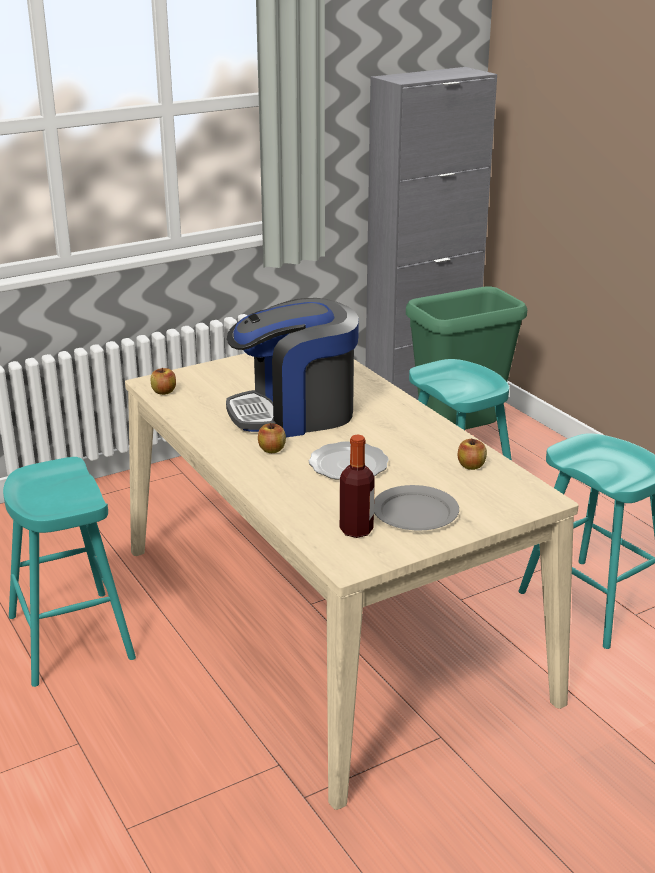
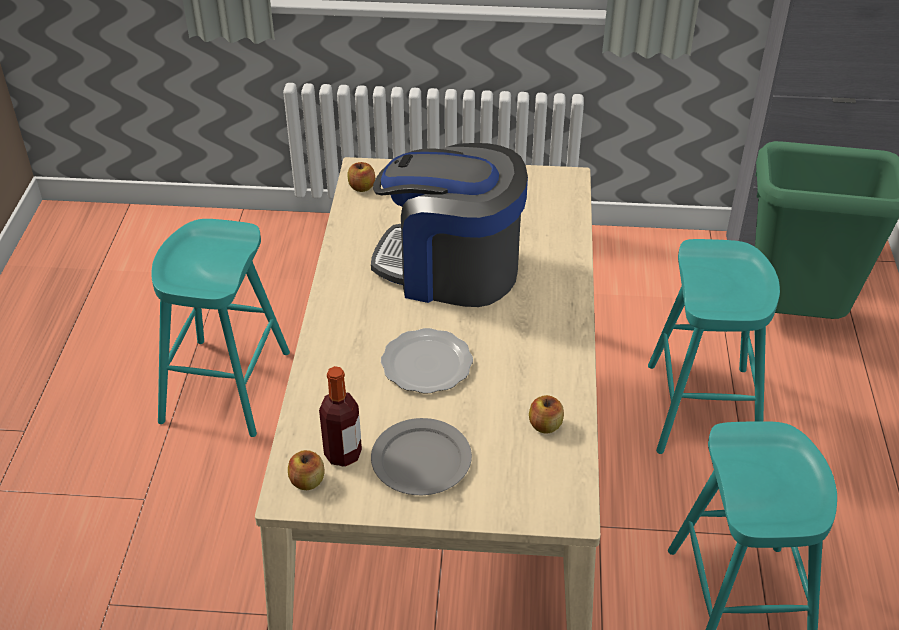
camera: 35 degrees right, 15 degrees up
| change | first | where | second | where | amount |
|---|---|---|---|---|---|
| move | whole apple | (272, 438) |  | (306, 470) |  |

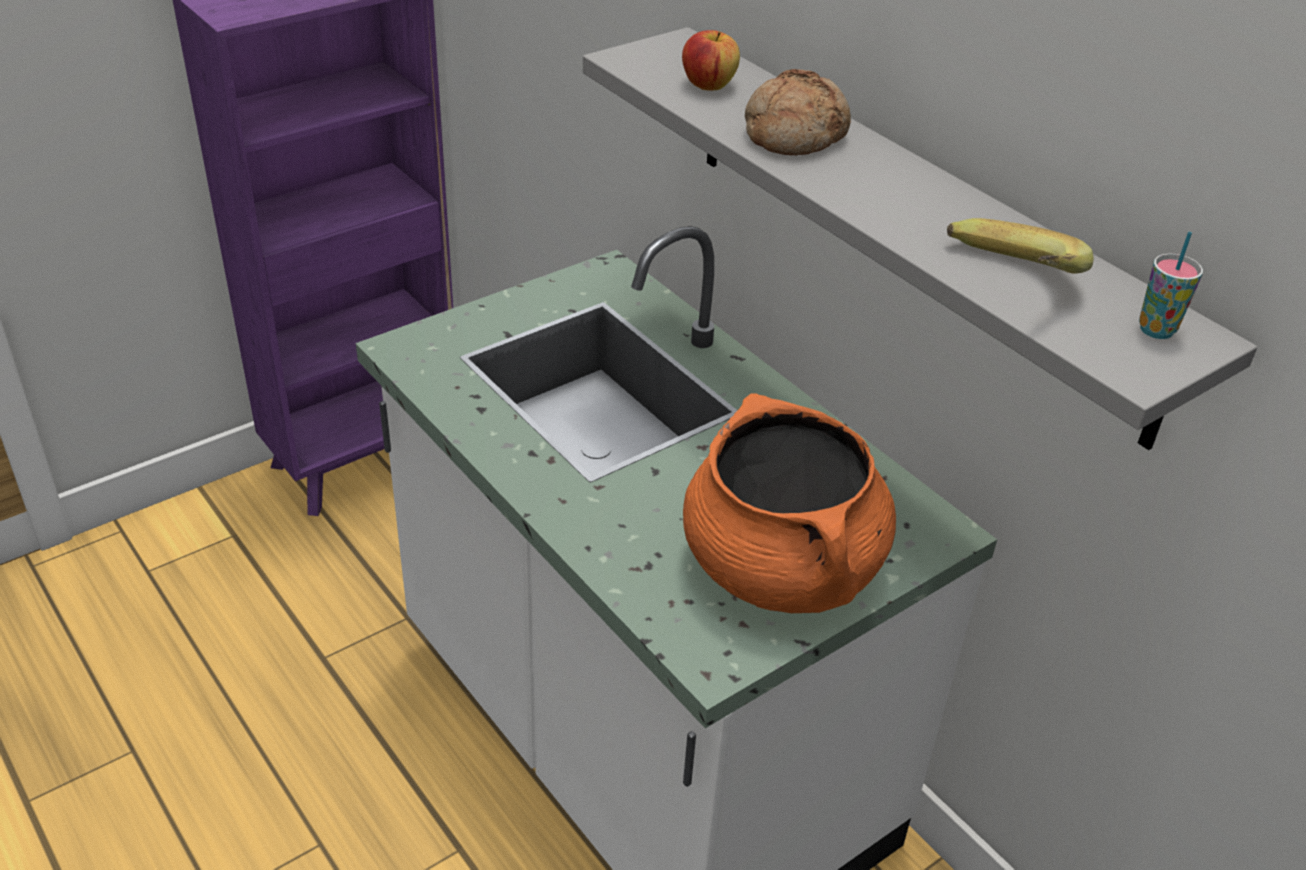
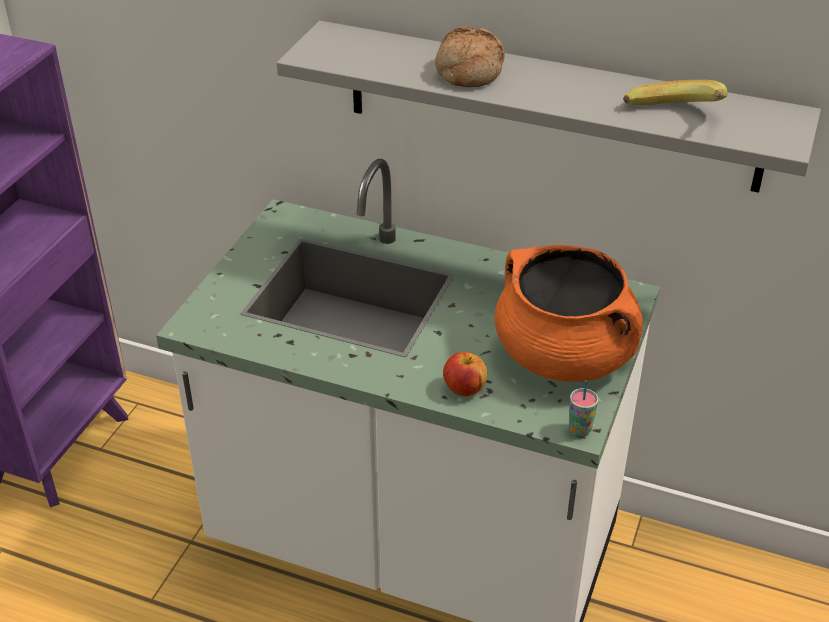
camera: 30 degrees left, 0 degrees up
| change | first | where | second | where | amount |
|---|---|---|---|---|---|
| move | whole apple | (711, 60) |  | (465, 374) |  |
| move | drinking cup | (1171, 285) |  | (583, 408) |  |

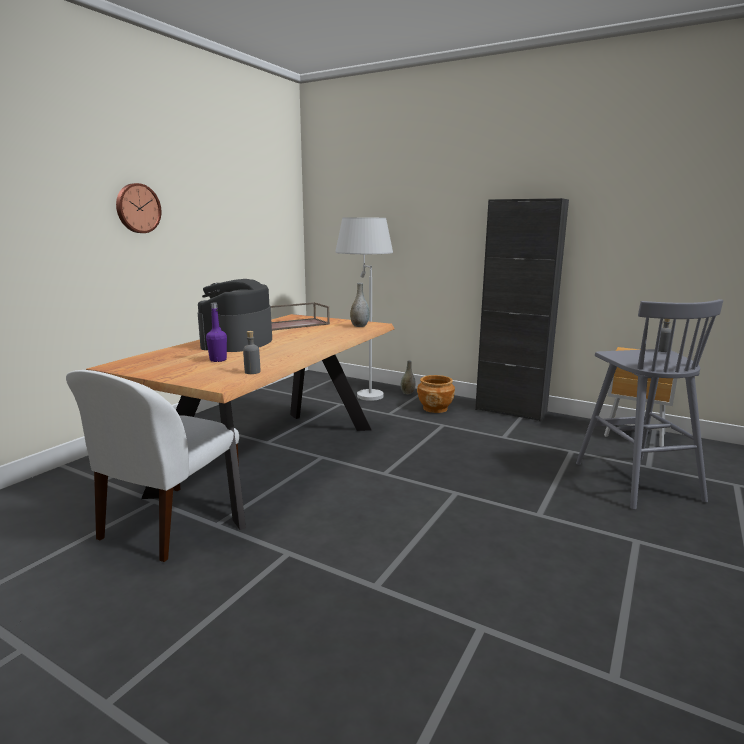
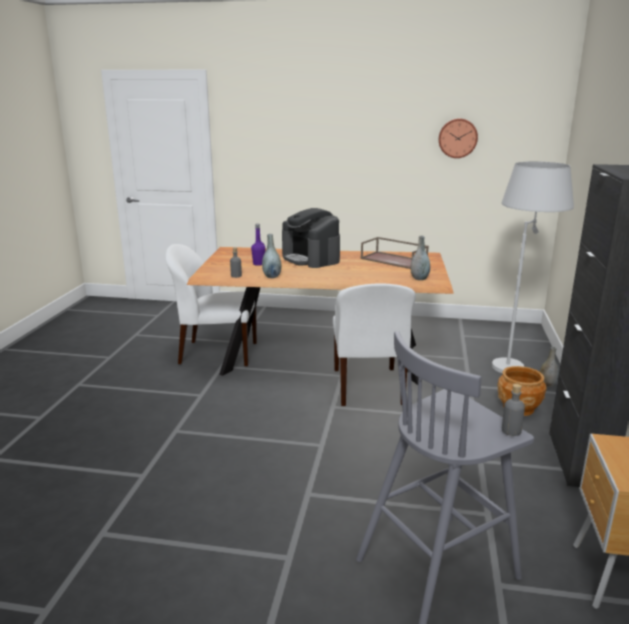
camera: 70 degrees right, 5 degrees up
| change | first | where | second | where | amount |
|---|---|---|---|---|---|
| move | clock on the wall | (138, 208) |  | (458, 138) |  |
| rotate | coffee maker | (235, 315) |  | (311, 238) | 120 degrees counterclockwise |
| insert |  |  | gray decorative vase | (271, 256) |  |
| insert |  |  | white-coloured chair | (374, 344) |  |

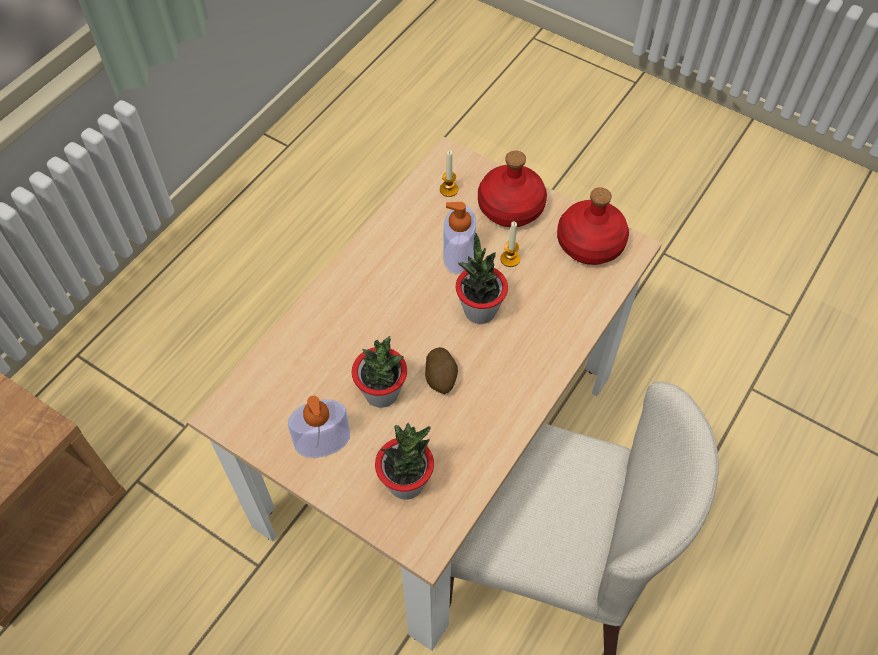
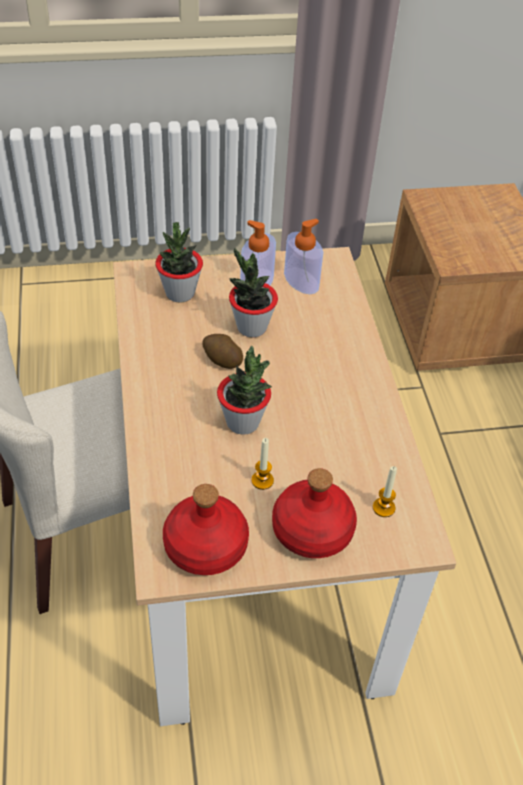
camera: 135 degrees right, 10 degrees down
| change | first | where | second | where | amount |
|---|---|---|---|---|---|
| move | liquid soap bottle | (459, 238) |  | (303, 256) |  |

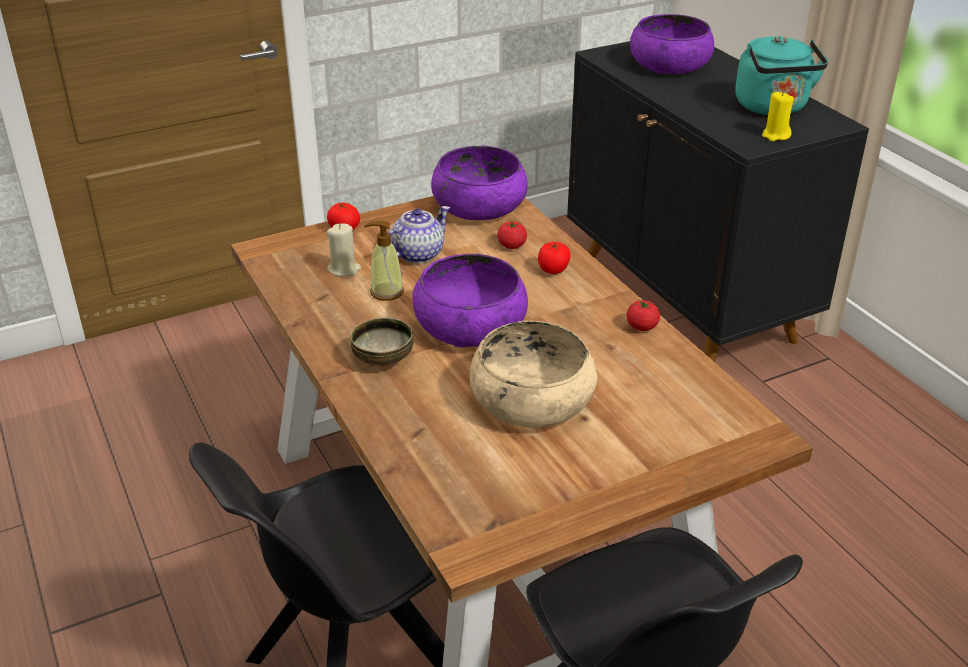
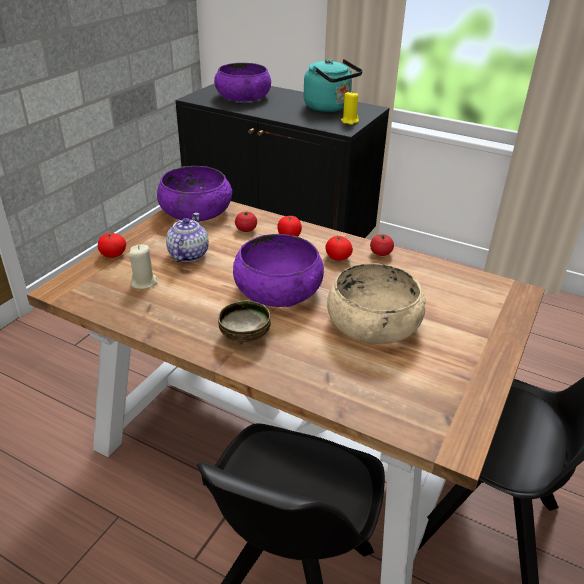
camera: 35 degrees left, 0 degrees up
| change | first | where | second | where | amount |
|---|---|---|---|---|---|
| delete | liquid soap bottle | (384, 261) |  |  |  |
| insert |  |  | fresh tomato | (339, 248) |  |

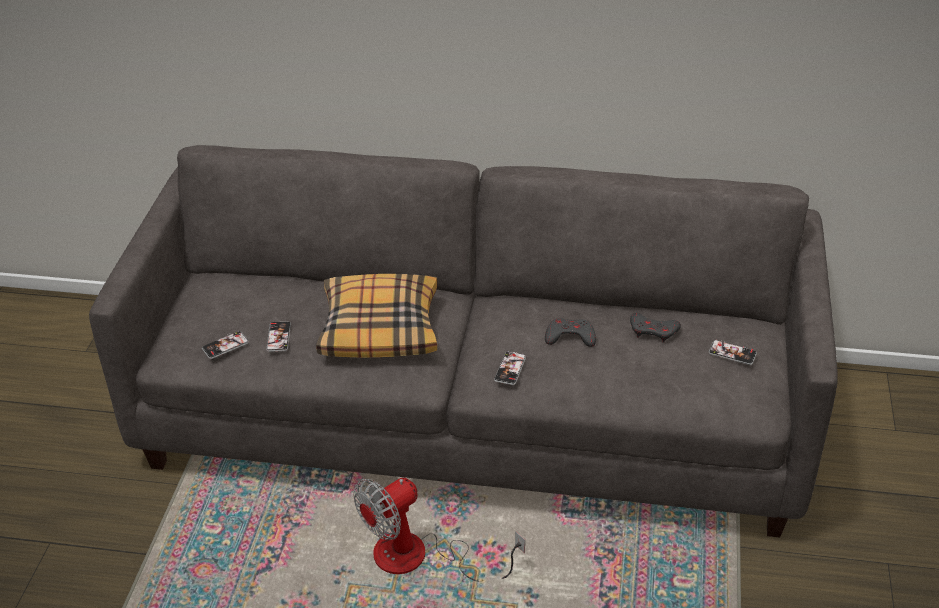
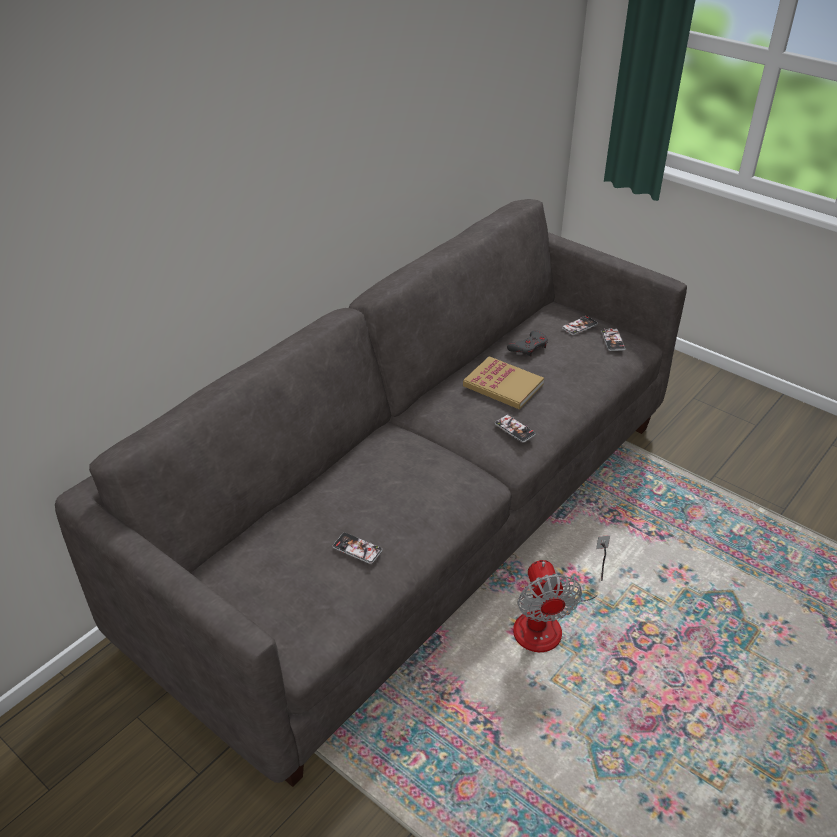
camera: 60 degrees left, 0 degrees up
| change | first | where | second | where | amount |
|---|---|---|---|---|---|
| delete | throw pillow | (377, 316) |  |  |  |
| replace | gray game controller | (570, 332) | book | (503, 382) |  |
| move | handset | (225, 345) |  | (613, 339) |  |

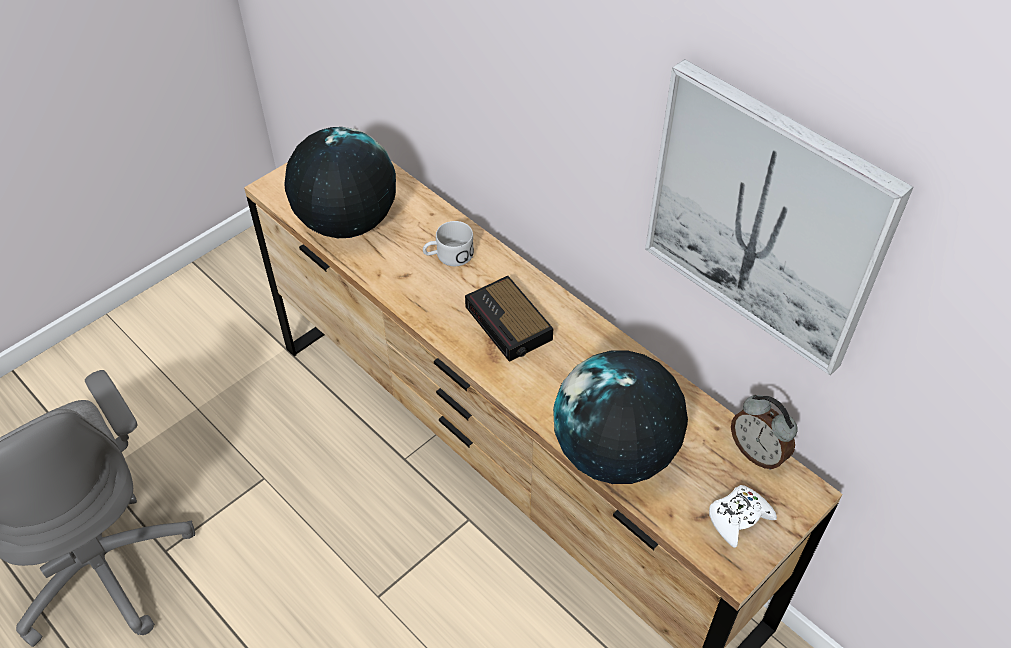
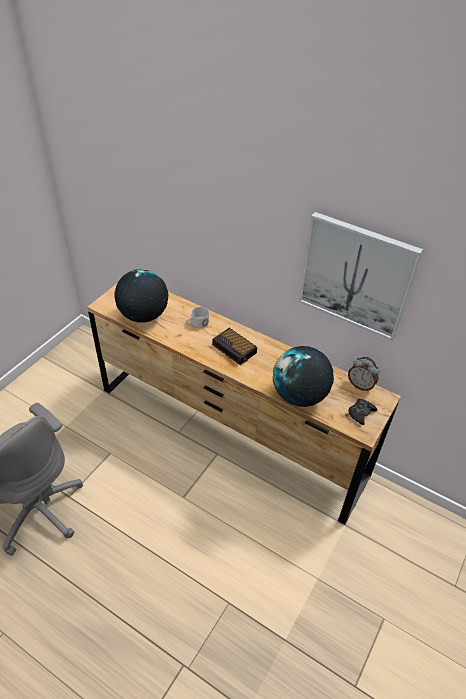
camera: 15 degrees left, 5 degrees down
| change | first | where | second | where | amount |
|---|---|---|---|---|---|
| recolor | white-coloured game controller | (743, 516) | black game controller | (362, 412) |  |

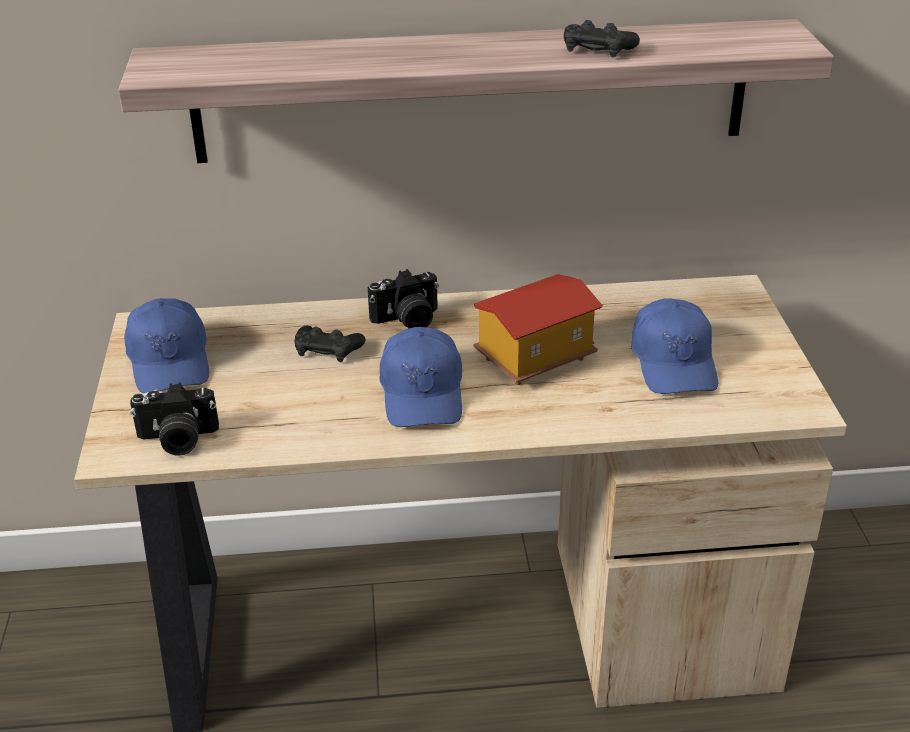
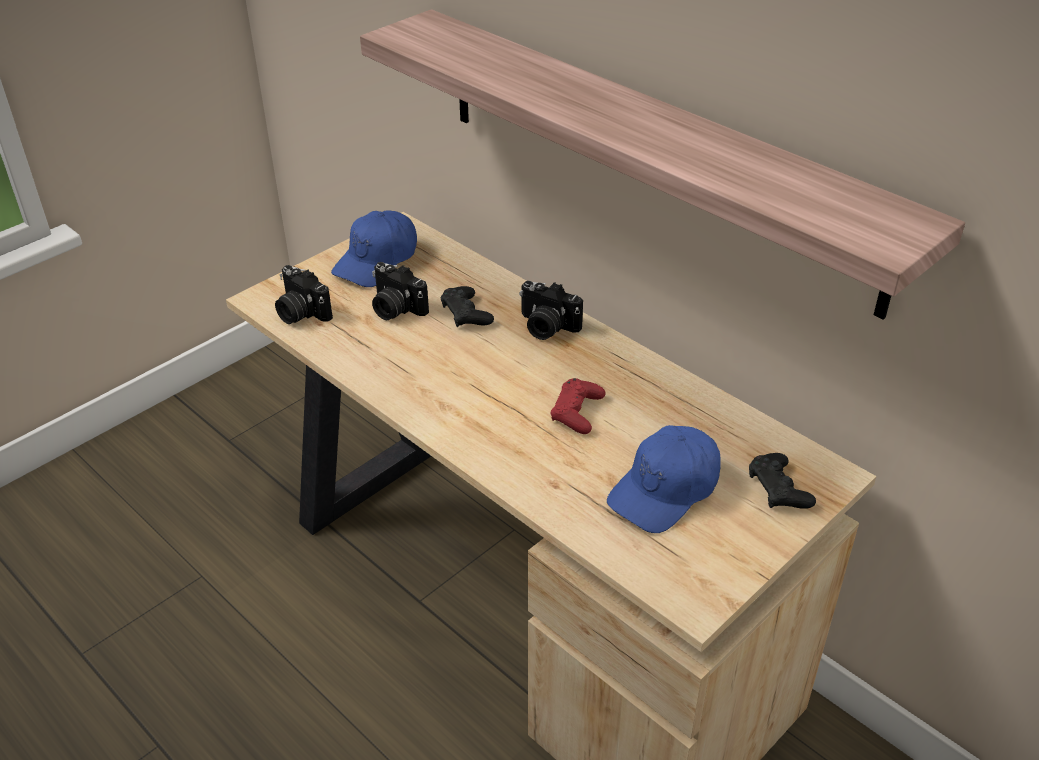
camera: 50 degrees right, 5 degrees up
| change | first | where | second | where | amount |
|---|---|---|---|---|---|
| move | black game controller | (602, 39) |  | (782, 481) |  |
| replace | model house | (538, 329) | red-coloured game controller | (578, 406) |  |
| delete | bluish baseball cap | (420, 377) |  |  |  |
| insert |  |  | photo camera | (400, 291) |  |

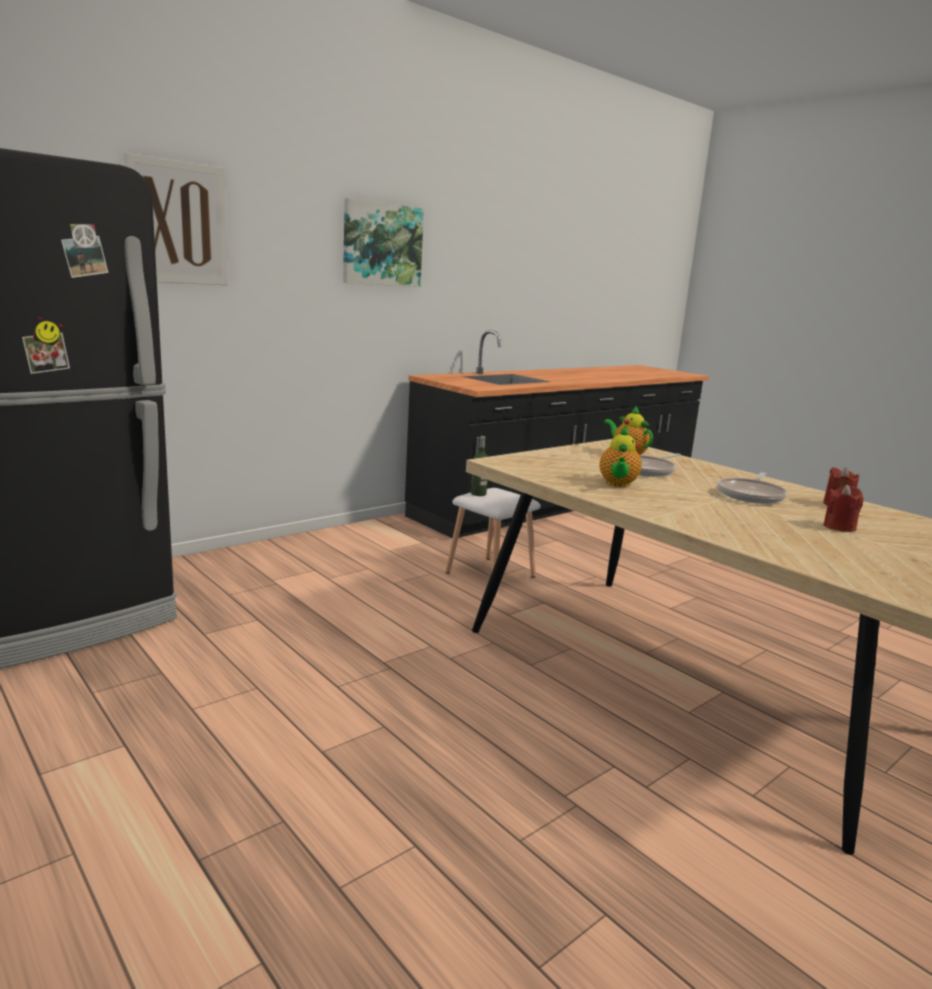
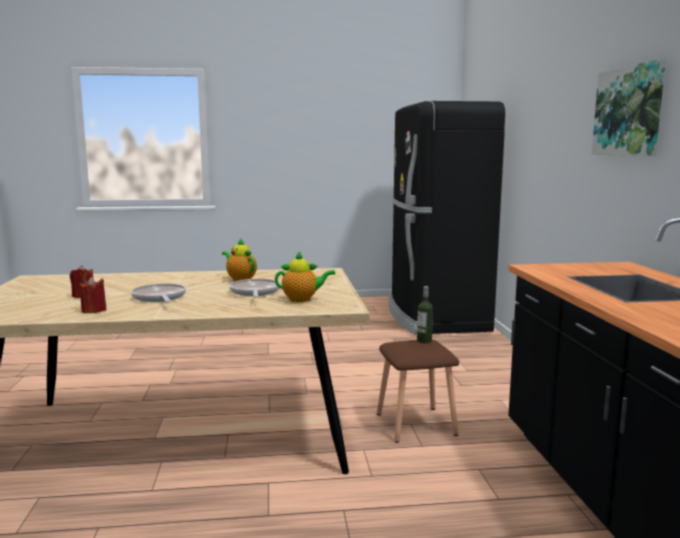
camera: 125 degrees right, 5 degrees down
| change | first | where | second | where | amount |
|---|---|---|---|---|---|
| delete | picture | (176, 219) |  |  |  |
| recolor | white-coloured stool seat | (493, 533) | brown-coloured stool seat | (418, 391) |  |

